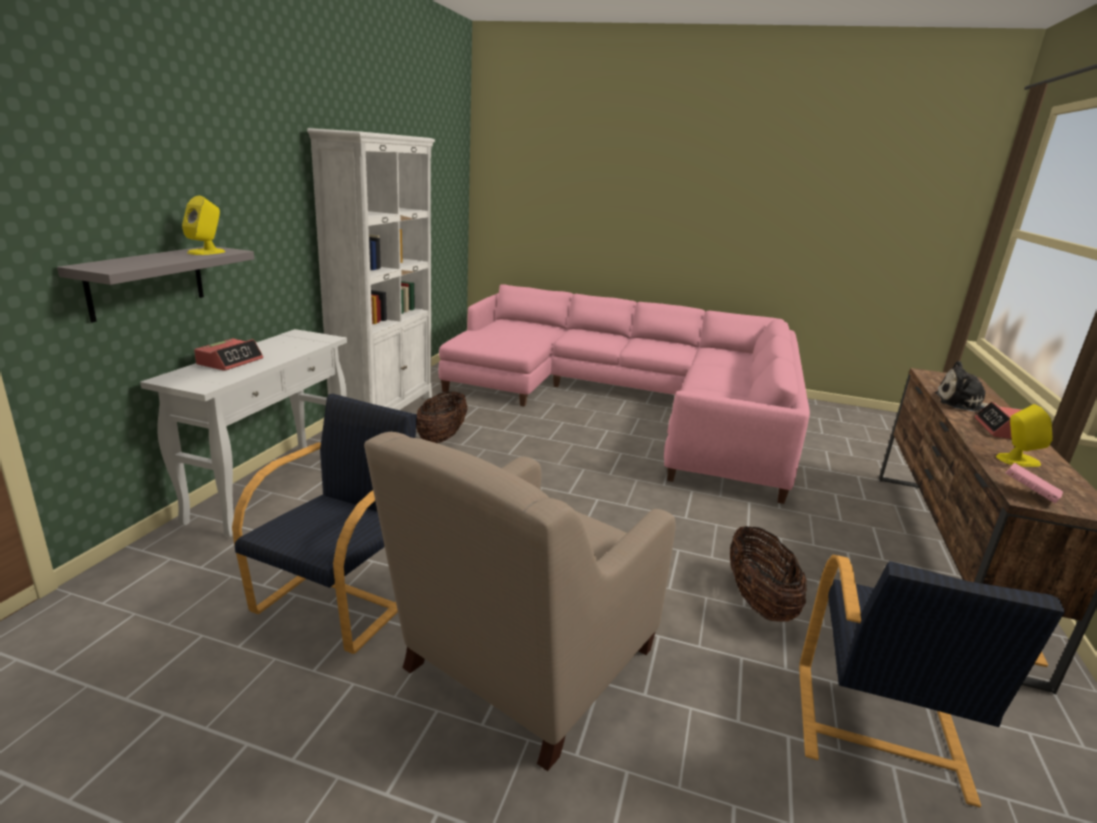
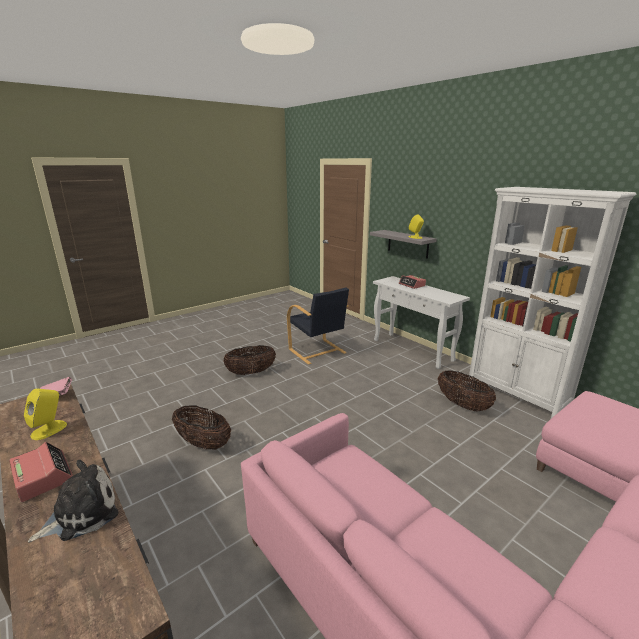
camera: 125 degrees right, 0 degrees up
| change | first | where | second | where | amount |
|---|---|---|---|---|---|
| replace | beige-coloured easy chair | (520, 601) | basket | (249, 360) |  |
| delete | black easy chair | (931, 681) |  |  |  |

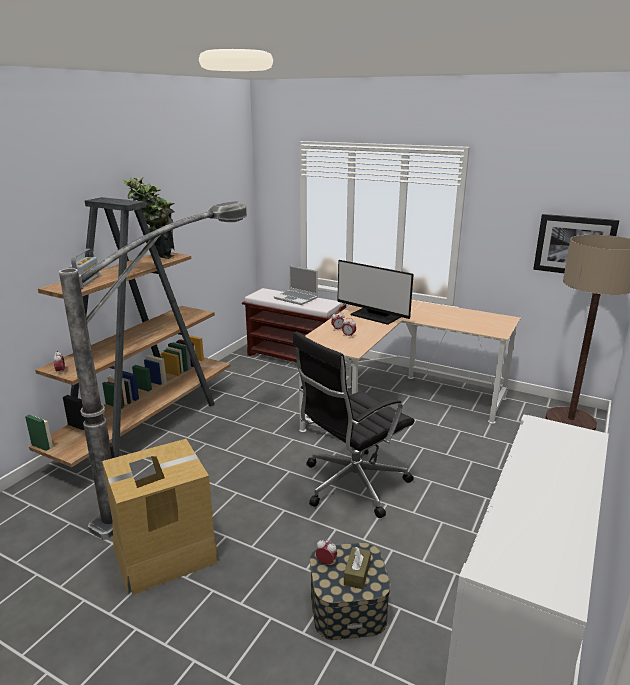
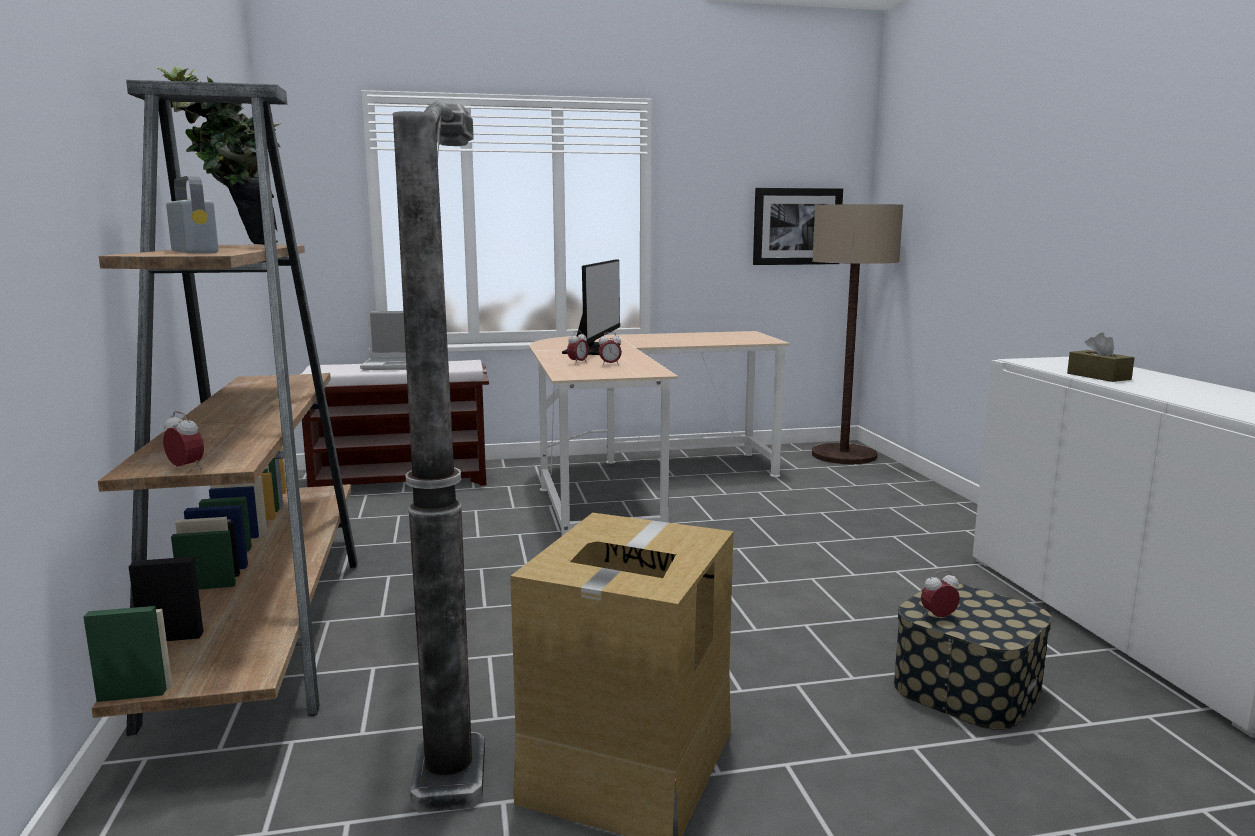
camera: 40 degrees left, 10 degrees down
| change | first | where | second | where | amount |
|---|---|---|---|---|---|
| rotate | computer screen | (375, 292) |  | (591, 307) | 75 degrees counterclockwise |
| delete | black computer chair | (353, 424) |  |  |  |
| move | brown-coloured tissue holder | (357, 568) |  | (1100, 357) |  |

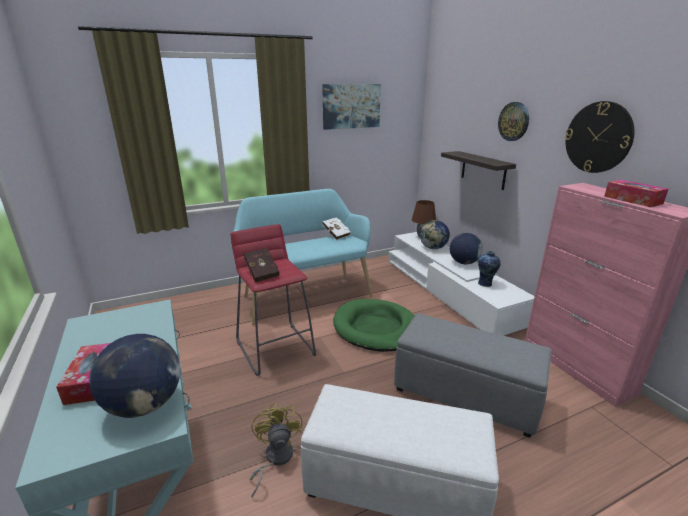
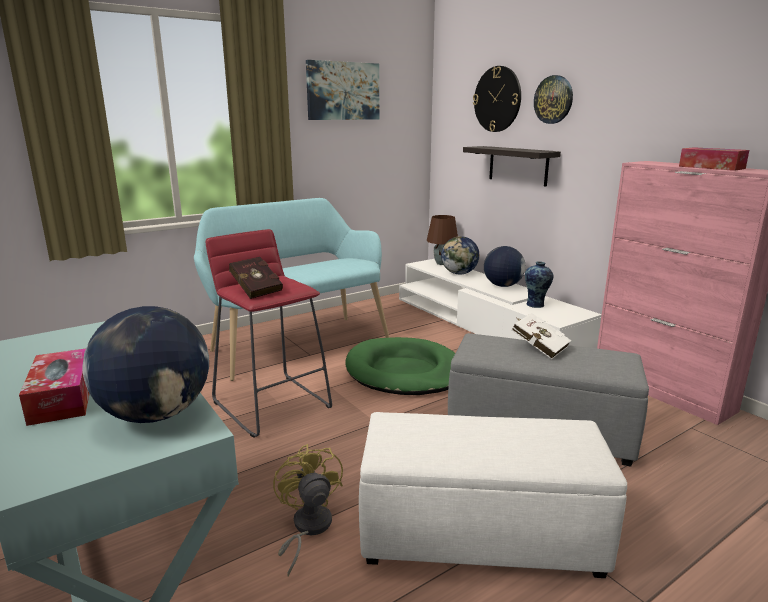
camera: 10 degrees left, 5 degrees down
| change | first | where | second | where | amount |
|---|---|---|---|---|---|
| move | clock on the wall | (599, 137) |  | (497, 99) |  |
| move | white-coloured book | (336, 228) |  | (541, 336) |  |

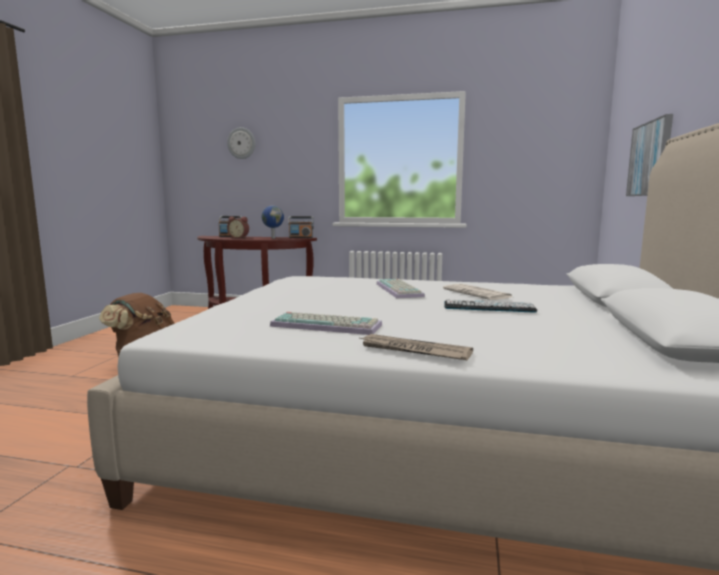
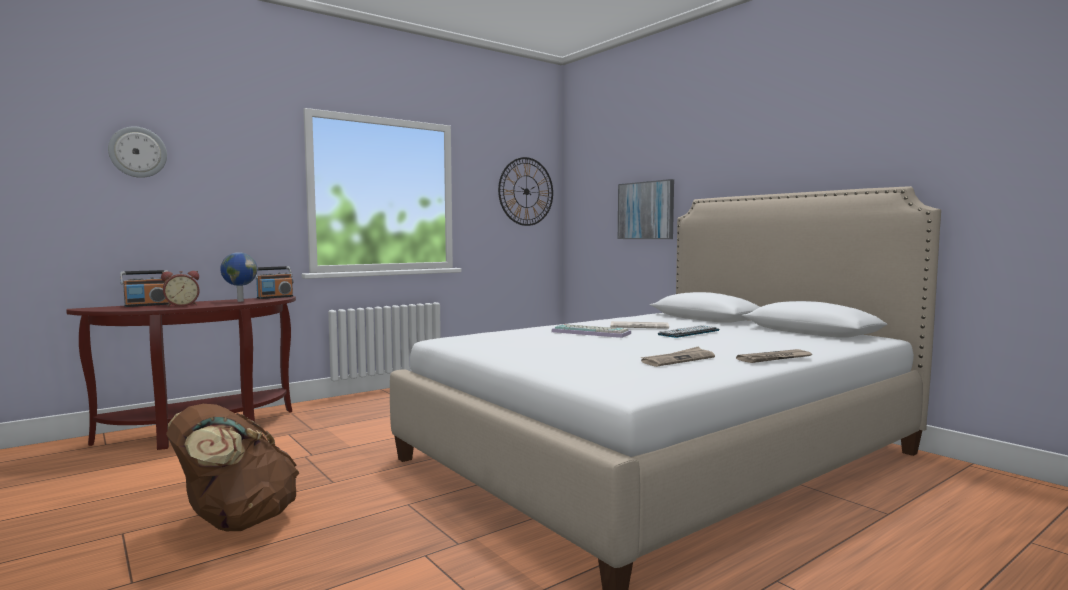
camera: 50 degrees left, 5 degrees down
| change | first | where | second | where | amount |
|---|---|---|---|---|---|
| replace | PC keyboard | (326, 323) | daily paper | (678, 357) |  |
| insert |  |  | clock on the wall | (525, 191) |  |

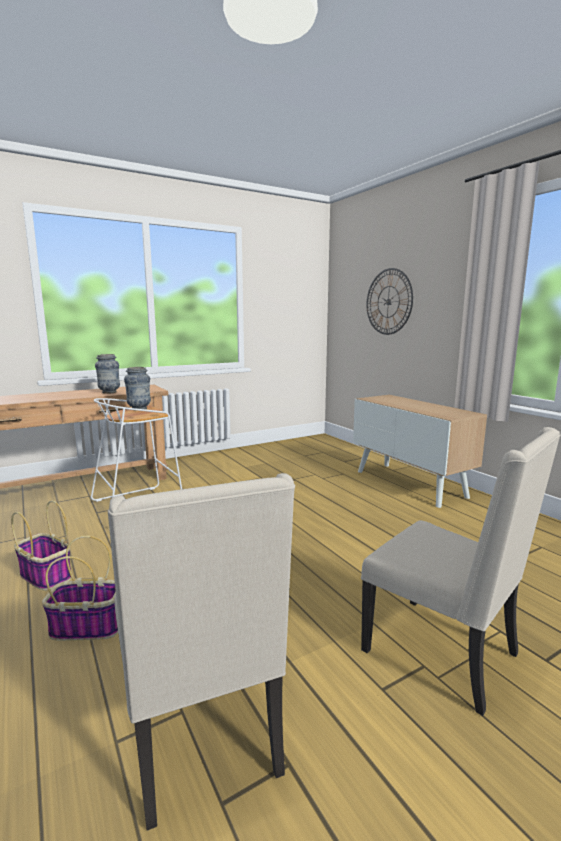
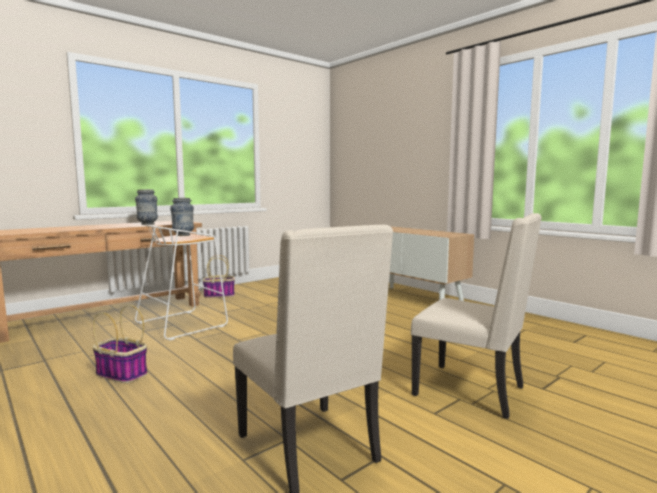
camera: 10 degrees left, 5 degrees down
| change | first | where | second | where | amount |
|---|---|---|---|---|---|
| delete | clock on the wall | (389, 301) |  |  |  |
| move | basket | (80, 588) |  | (219, 276) |  |

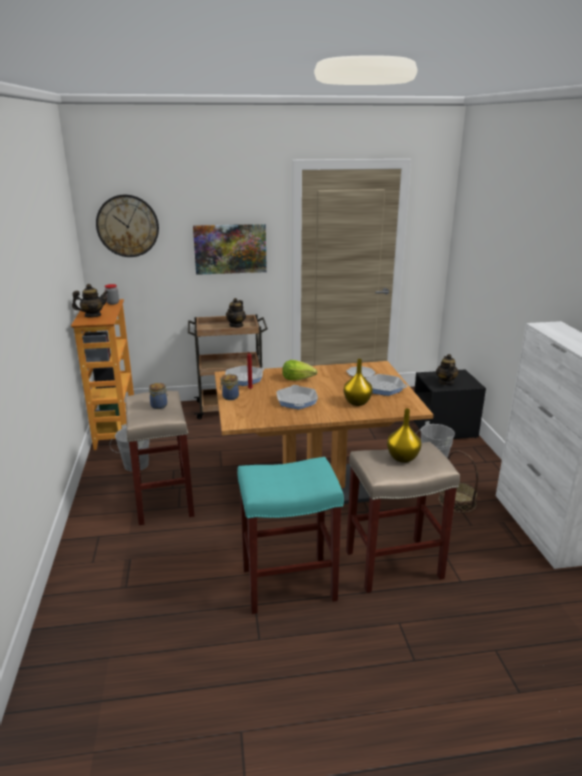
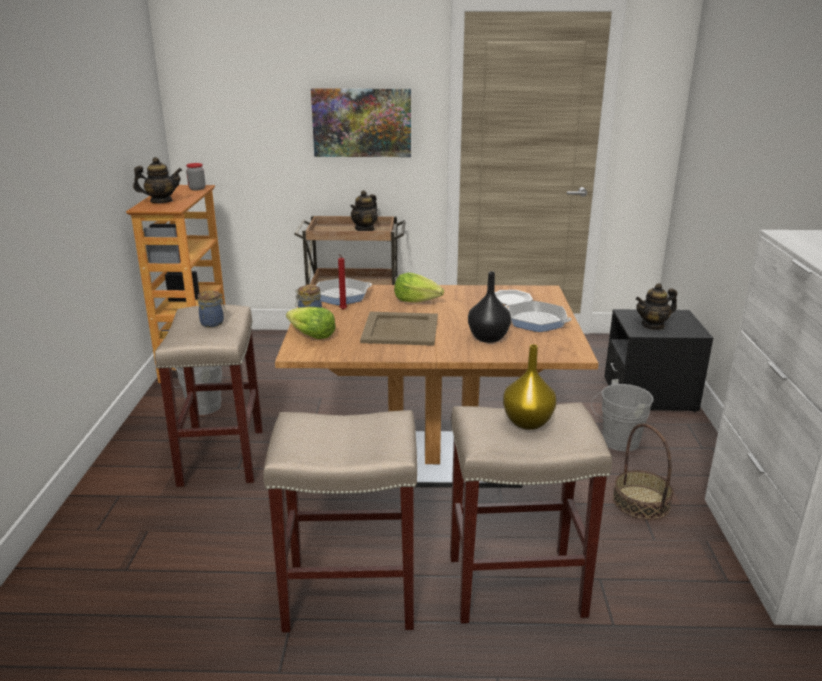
camera: 10 degrees right, 0 degrees up
| change | first | where | second | where | amount |
|---|---|---|---|---|---|
| delete | clock on the wall | (127, 226) |  |  |  |
| rotate | pot for tea | (447, 369) |  | (656, 306) | 120 degrees counterclockwise |
| recolor | yellow decorative vase | (358, 382) | black decorative vase | (489, 307) |  |
| replace | skillet | (297, 397) | beige-coloured tray | (399, 329) |  |
| recolor | turquoise-coloured stool seat | (290, 535) | beige-coloured stool seat | (340, 521) |  |
| insert |  |  | lettuce | (311, 323) |  |

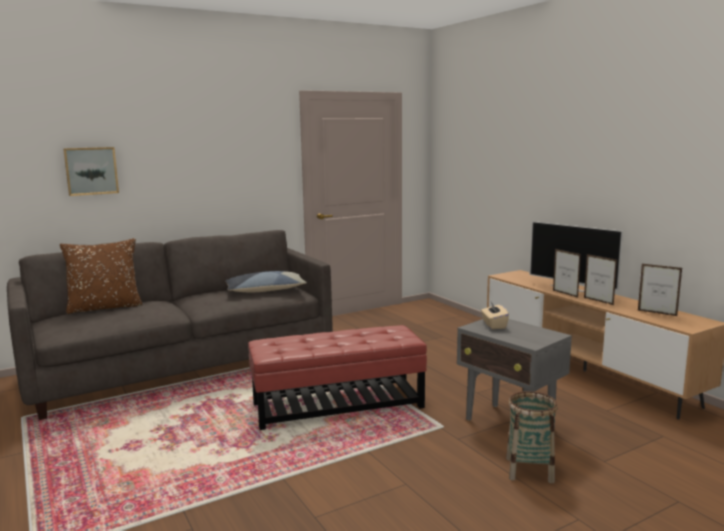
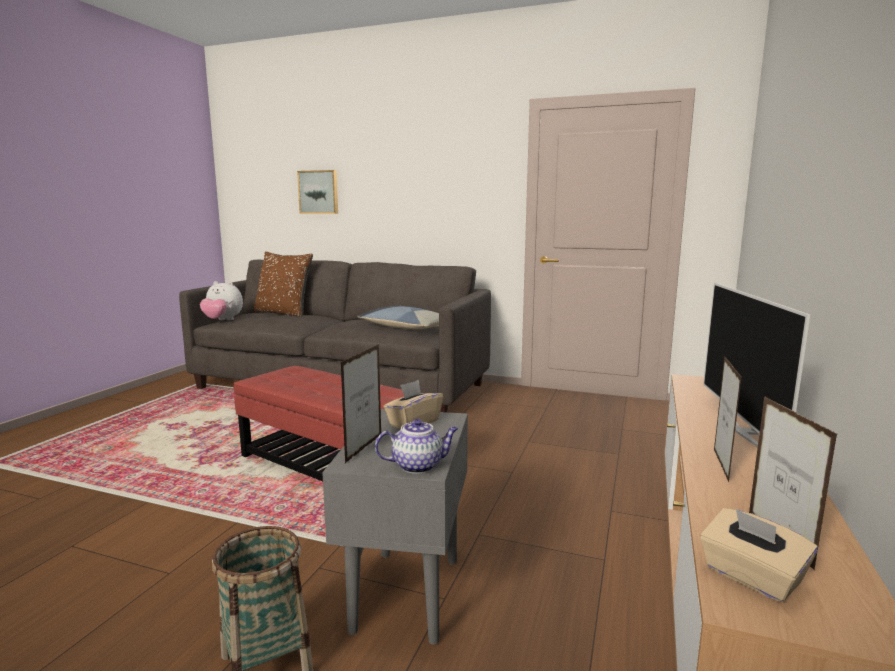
camera: 50 degrees right, 0 degrees up
| change | first | where | second | where | amount |
|---|---|---|---|---|---|
| move | standing frame | (567, 273) |  | (360, 403) |  |
| insert |  |  | cuddly toy | (221, 301) |  |
| insert |  |  | pot for tea | (416, 446) |  |
| insert |  |  | beige-coloured tissue holder | (759, 555) |  |

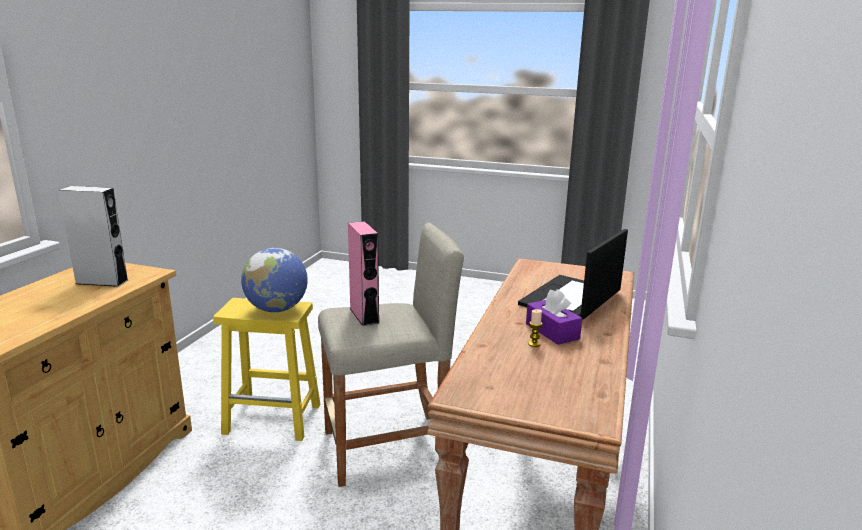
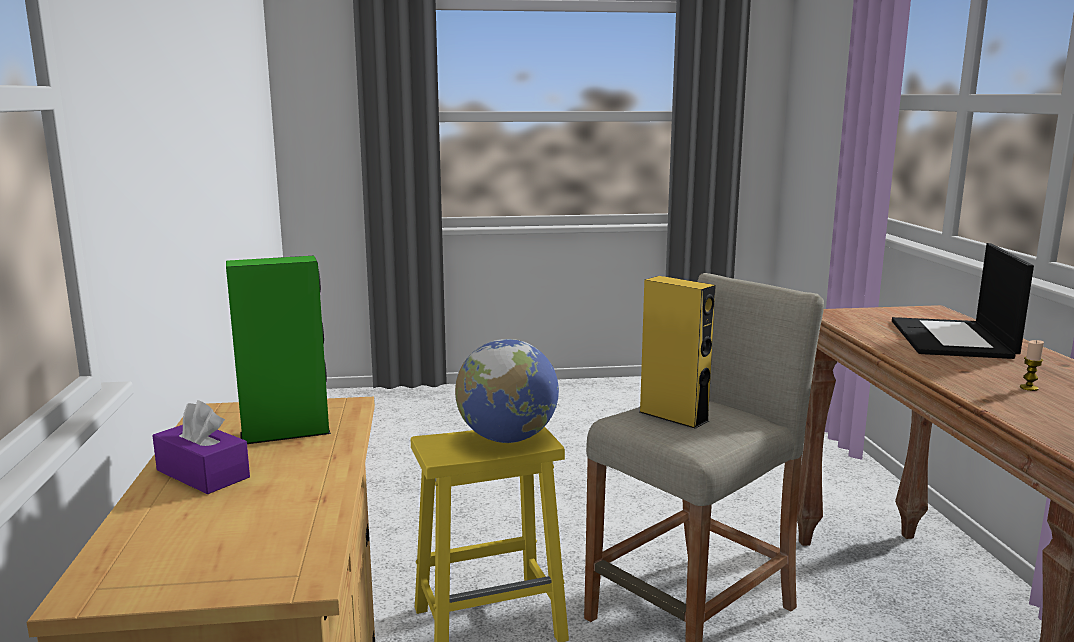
camera: 25 degrees left, 5 degrees down
| change | first | where | second | where | amount |
|---|---|---|---|---|---|
| recolor | gray audio speaker | (93, 236) | greenish audio speaker | (278, 350) |  |
| recolor | pink audio speaker | (363, 273) | yellow audio speaker | (678, 352) |  |
| move | purple-coloured tissue holder | (554, 317) |  | (201, 447) |  |

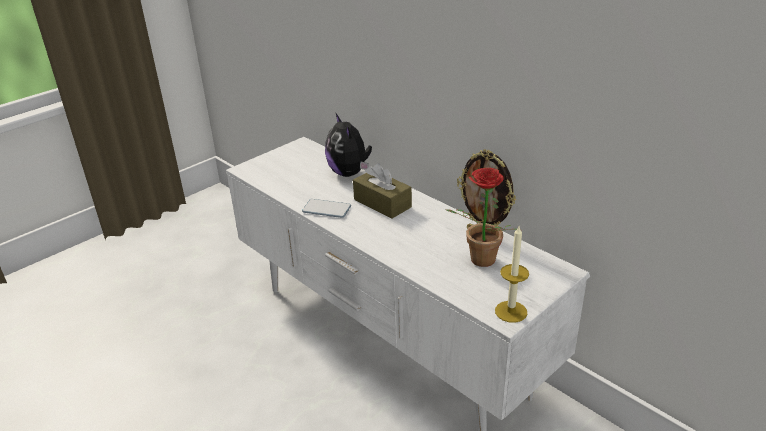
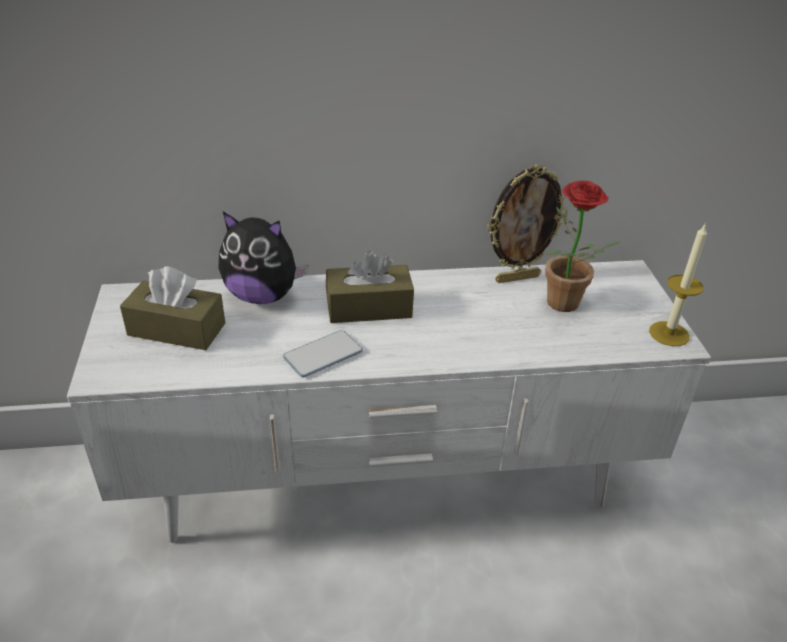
camera: 55 degrees left, 5 degrees up
| change | first | where | second | where | amount |
|---|---|---|---|---|---|
| insert |  |  | brown-coloured tissue holder | (172, 308) |  |

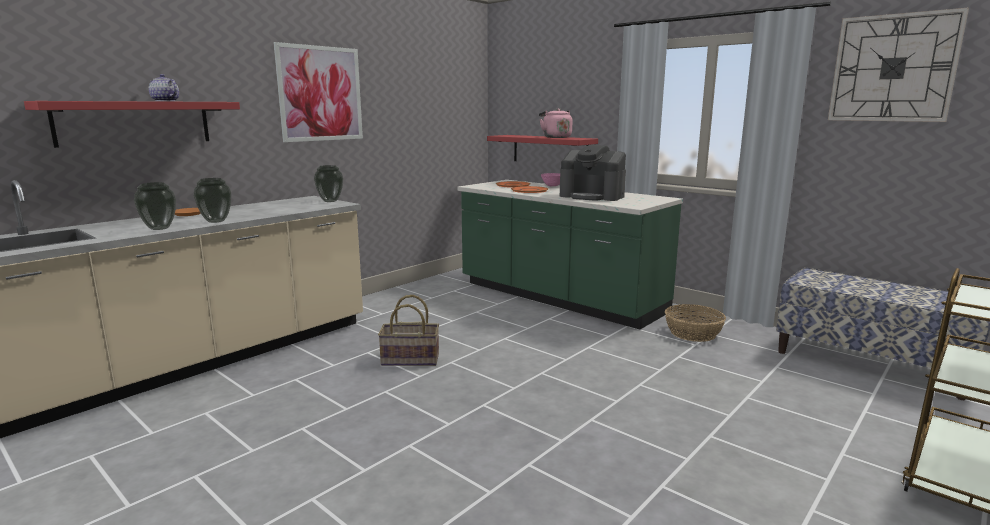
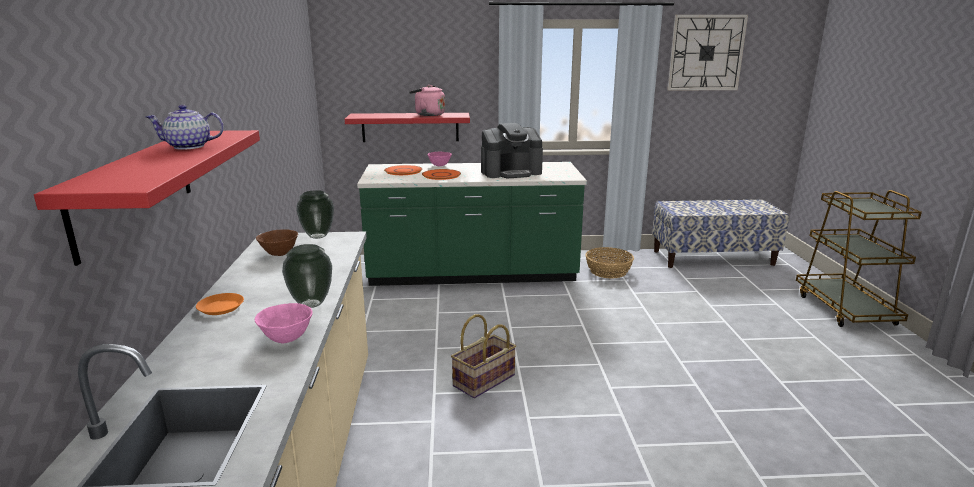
camera: 45 degrees left, 5 degrees up
| change | first | where | second | where | amount |
|---|---|---|---|---|---|
| delete | picture | (318, 92) |  |  |  |
| replace | decorative vase | (155, 206) | pink deep dish | (284, 323) |  |
| insert |  |  | brown-coloured deep dish | (277, 242) |  |

